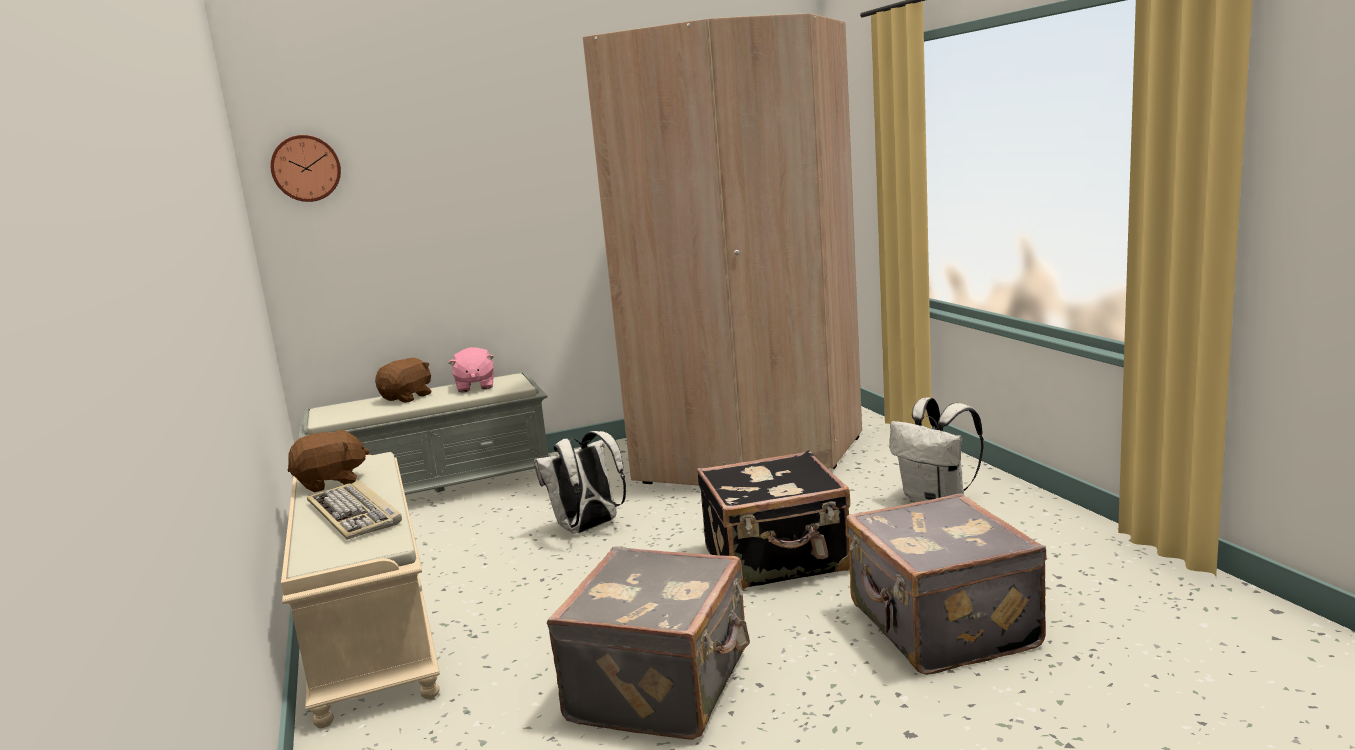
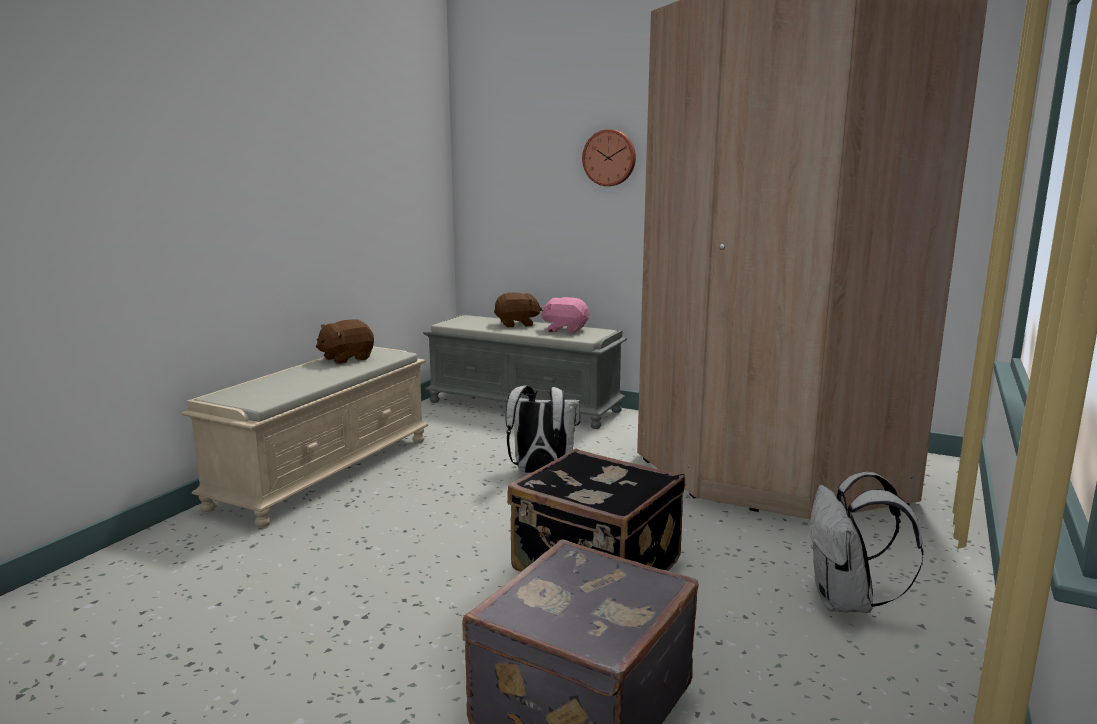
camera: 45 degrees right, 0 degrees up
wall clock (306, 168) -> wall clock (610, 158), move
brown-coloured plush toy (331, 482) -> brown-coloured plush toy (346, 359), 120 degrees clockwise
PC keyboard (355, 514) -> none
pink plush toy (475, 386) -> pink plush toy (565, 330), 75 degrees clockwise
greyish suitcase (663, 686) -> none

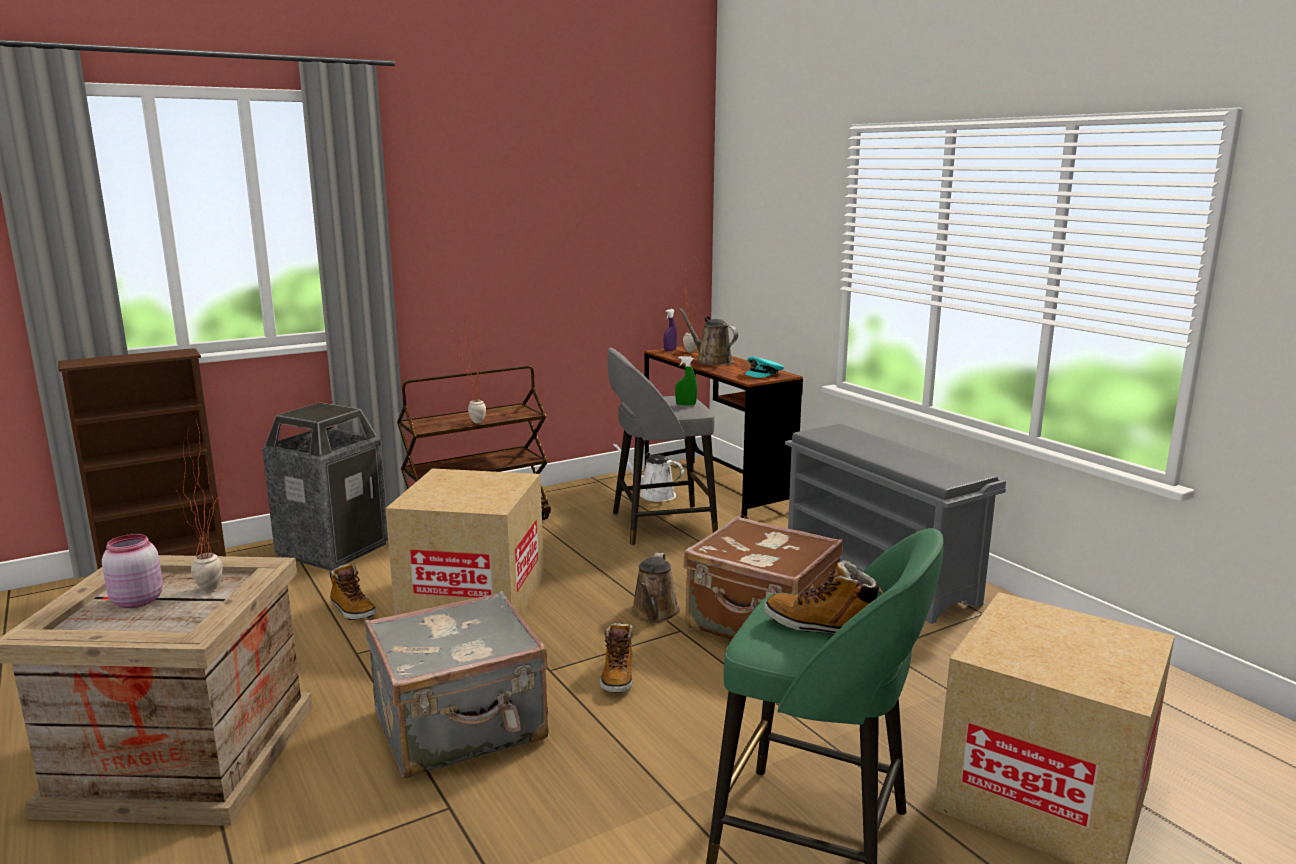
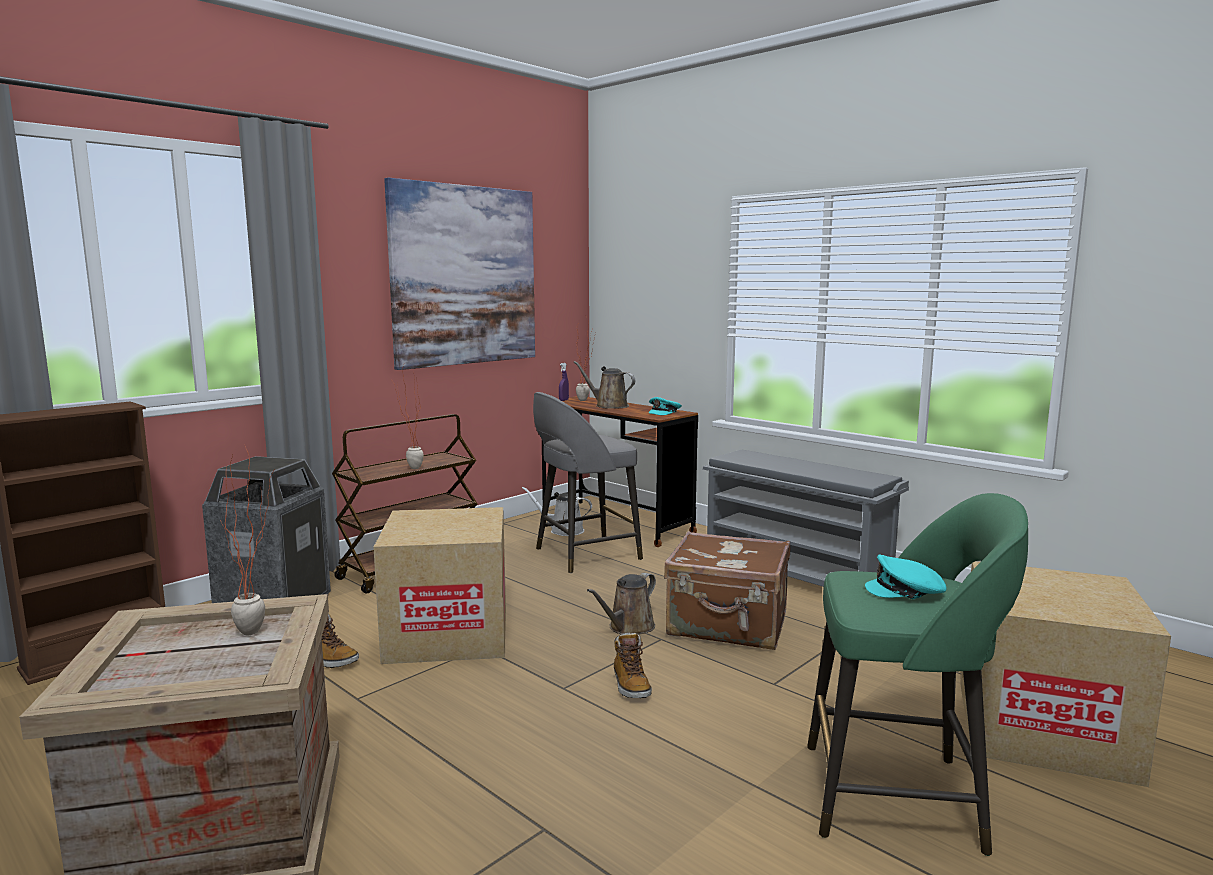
camera: 15 degrees left, 5 degrees down
pink storage jar (136, 601) -> none
greyish suitcase (461, 728) -> none
brown-coloured watering can (654, 614) -> brown-coloured watering can (628, 627), 45 degrees clockwise
green sprayer (686, 404) -> none
high-top boot (821, 627) -> turquoise-coloured baseball cap (906, 591)
none -> wall picture (464, 276)

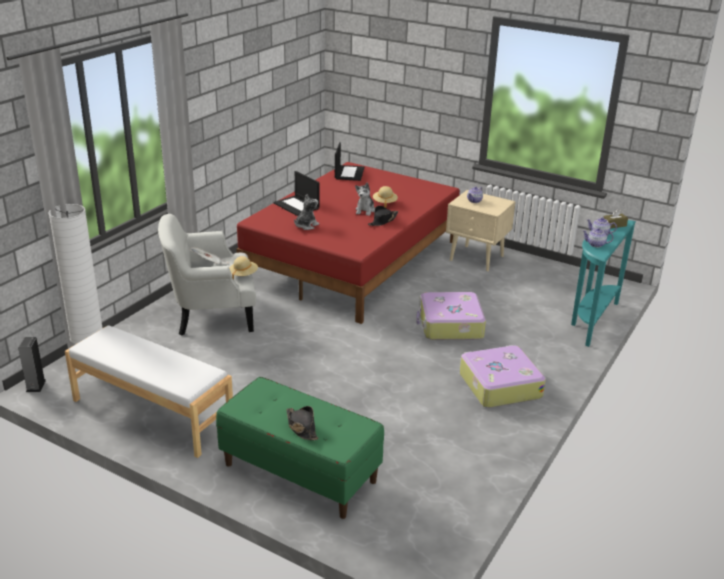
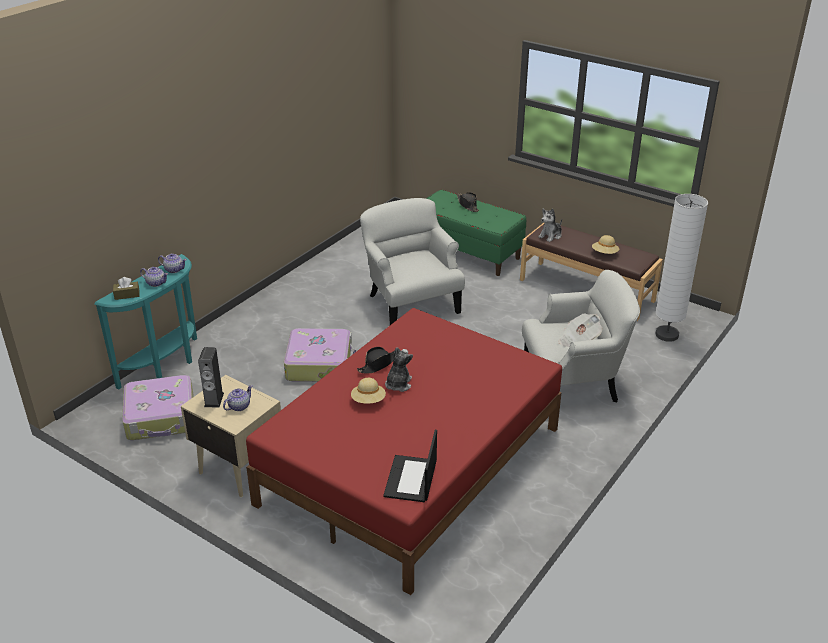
camera: 175 degrees left, 5 degrees up
loudspeaker (36, 385) -> loudspeaker (214, 400), move
whitish long seat (151, 414) -> brown-coloured long seat (586, 290)
beige-coloured clothing hat (243, 274) -> beige-coloured clothing hat (604, 253), move
laptop (297, 206) -> none
plush toy (306, 226) -> plush toy (550, 236), move
suitcase (499, 385) -> suitcase (161, 417), move
none -> whitish easy chair (411, 303)

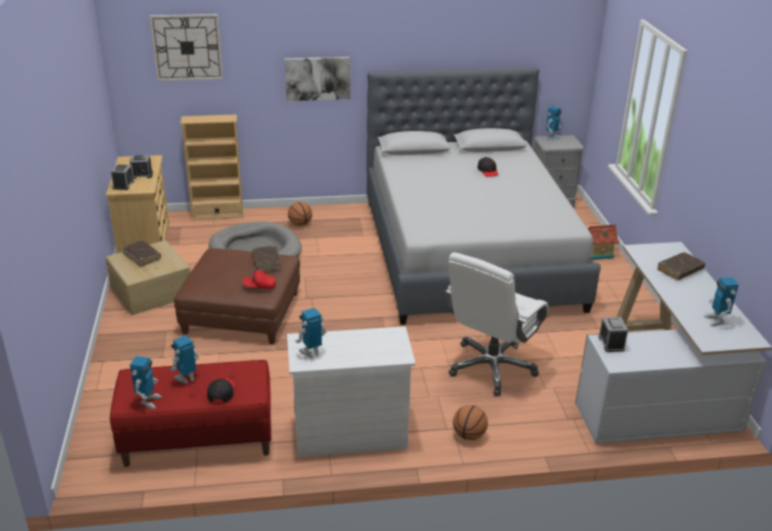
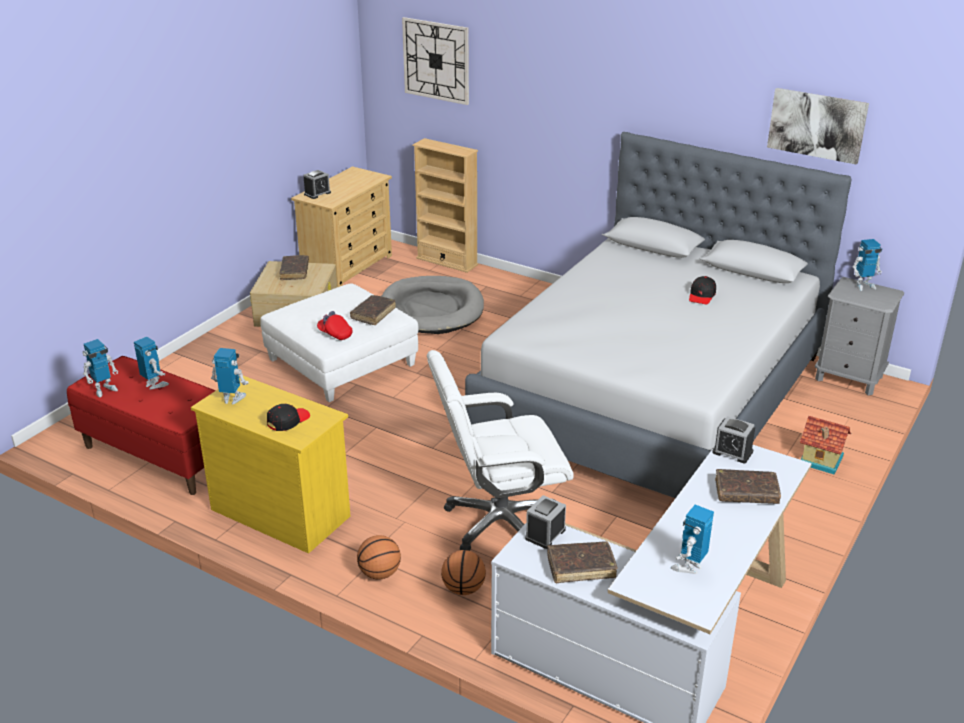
camera: 40 degrees right, 0 degrees up
table clock (142, 175) -> table clock (732, 452), move
robot figure (186, 378) -> robot figure (154, 385), 45 degrees clockwise
brown-coloured footrest (242, 313) -> whitish footrest (342, 362)
blackish baseball cap (221, 392) -> blackish baseball cap (288, 421), move
wall picture (317, 78) -> wall picture (817, 125), move
whitish chest of drawers (349, 433) -> yellow chest of drawers (280, 512)
basketball ball (300, 224) -> basketball ball (463, 589), move
none -> brown-coloured volume (581, 567)

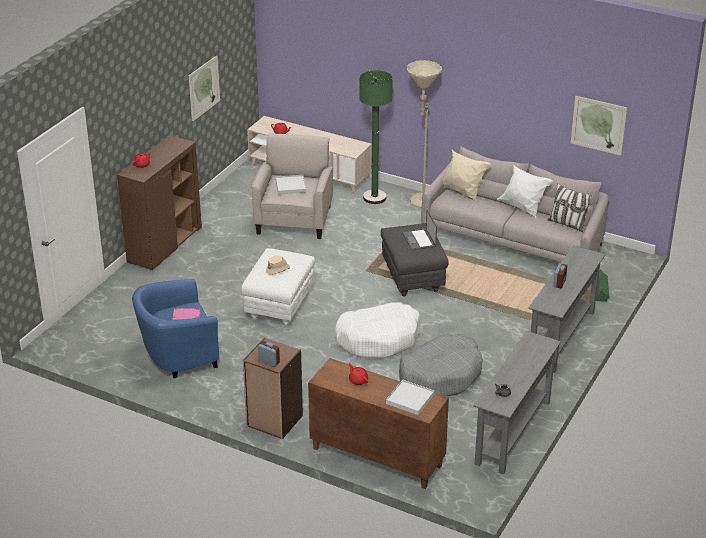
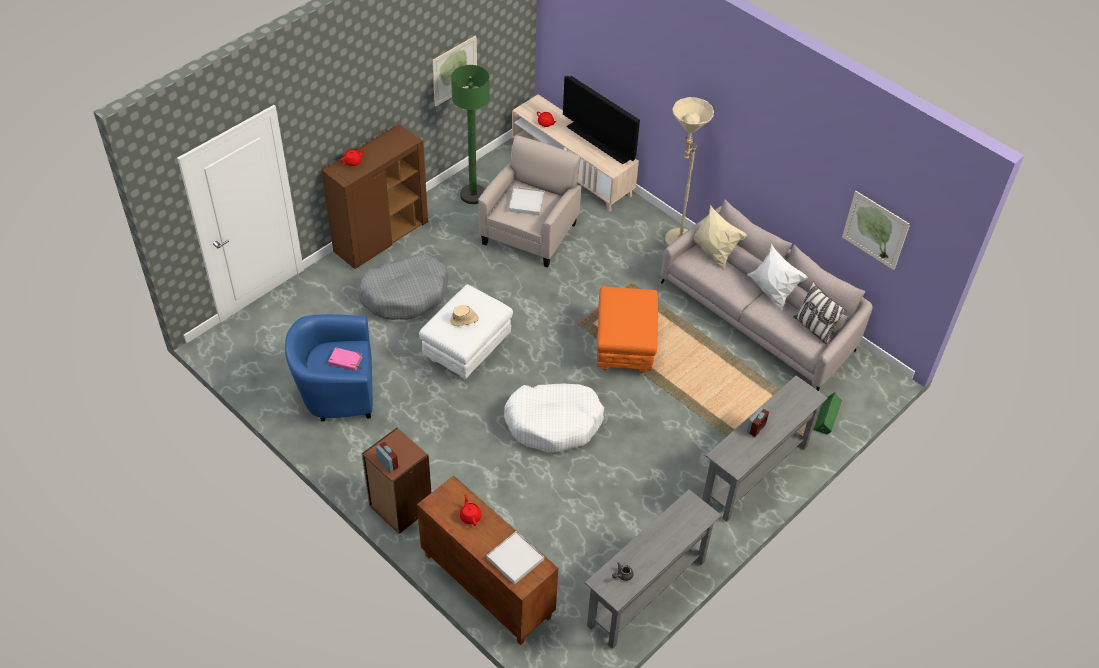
camera: 15 degrees right, 15 degrees up
green floor lamp (374, 198) -> green floor lamp (473, 195), move
greyish footrest (413, 279) -> orangey footrest (625, 348)
greyish dog bed (440, 375) -> greyish dog bed (405, 294), move
laptop (419, 240) -> none
none -> TV (599, 142)

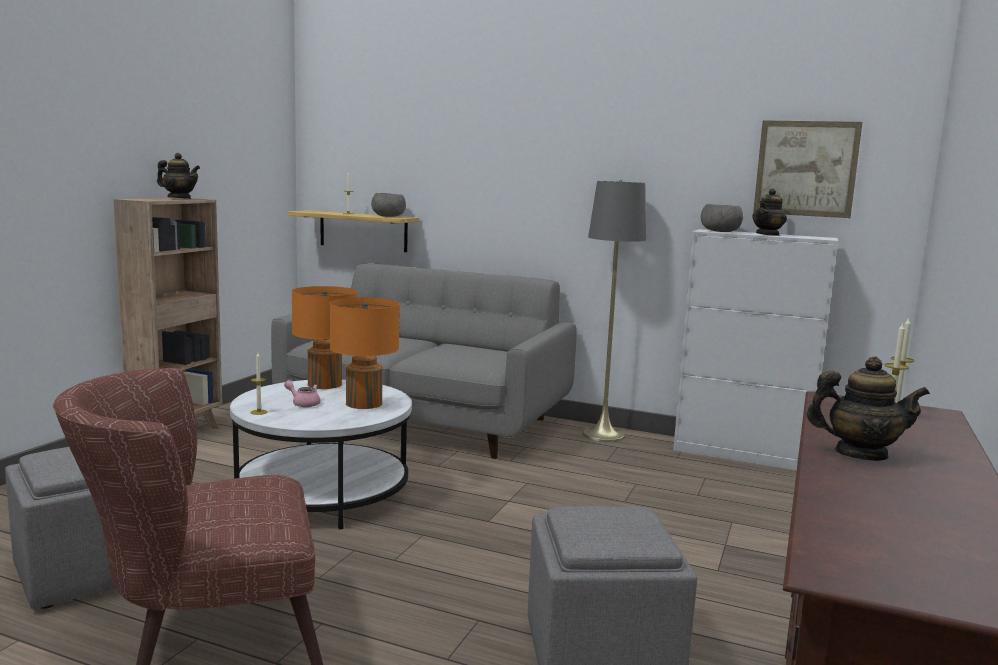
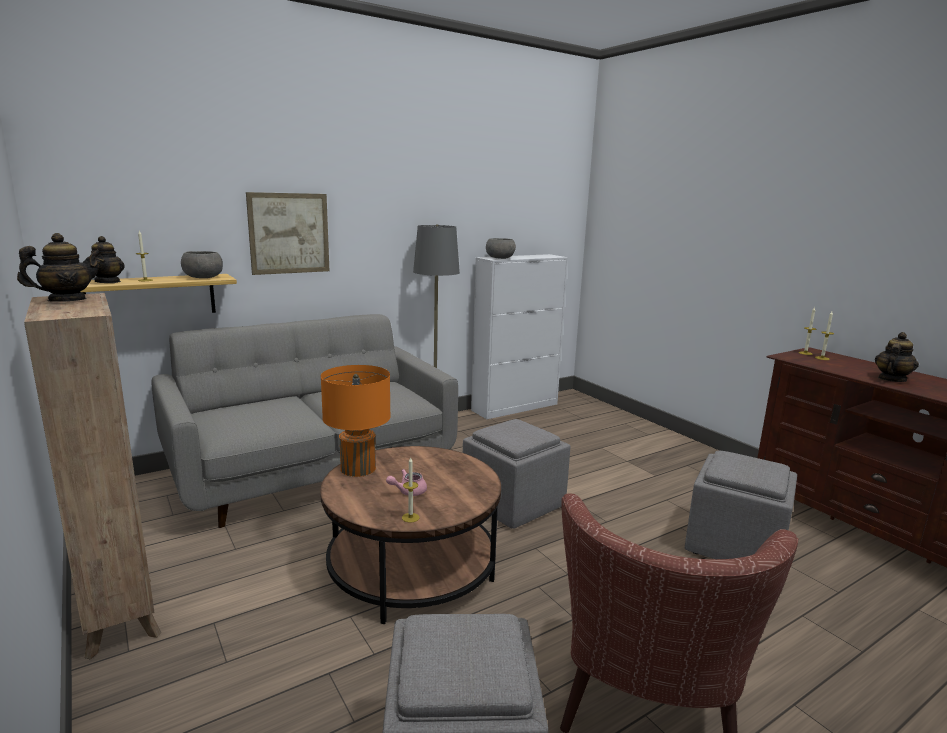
camera: 55 degrees left, 5 degrees up
whitish coffee table (323, 493) -> brown-coloured coffee table (412, 567)
orangey lamp for a table (364, 403) -> none
pot for tea (768, 234) -> pot for tea (108, 282), move
wall picture (806, 168) -> wall picture (289, 233), move
none -> greyish footrest (513, 503)

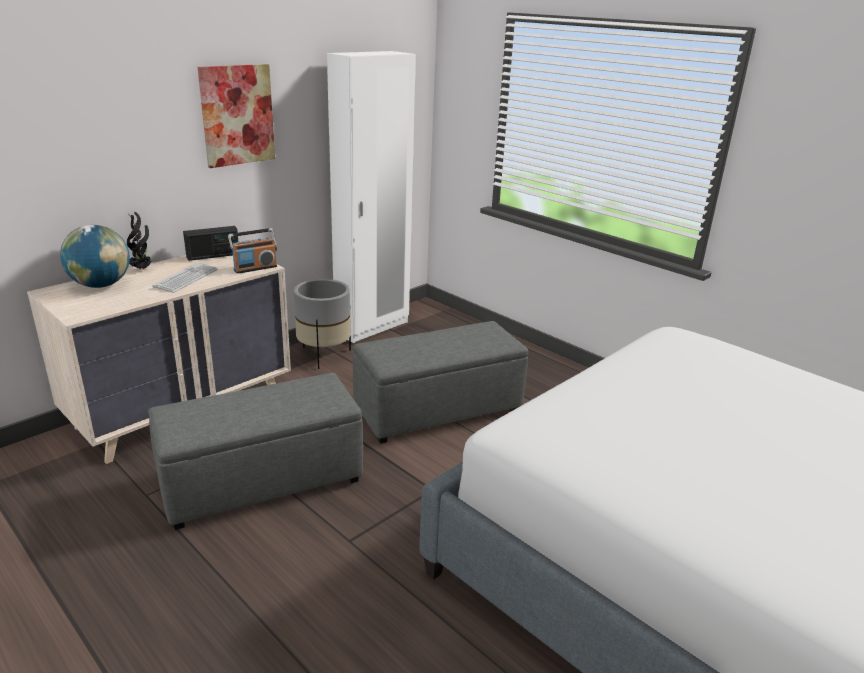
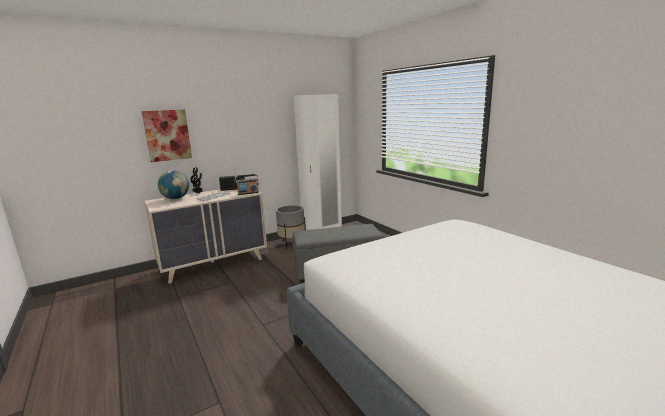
camera: 15 degrees right, 10 degrees down
greyish footrest (260, 482) -> none
wall picture (237, 115) -> wall picture (167, 135), move

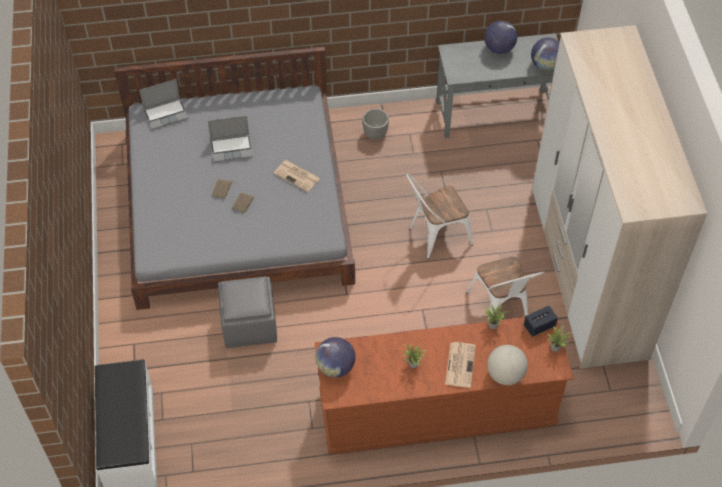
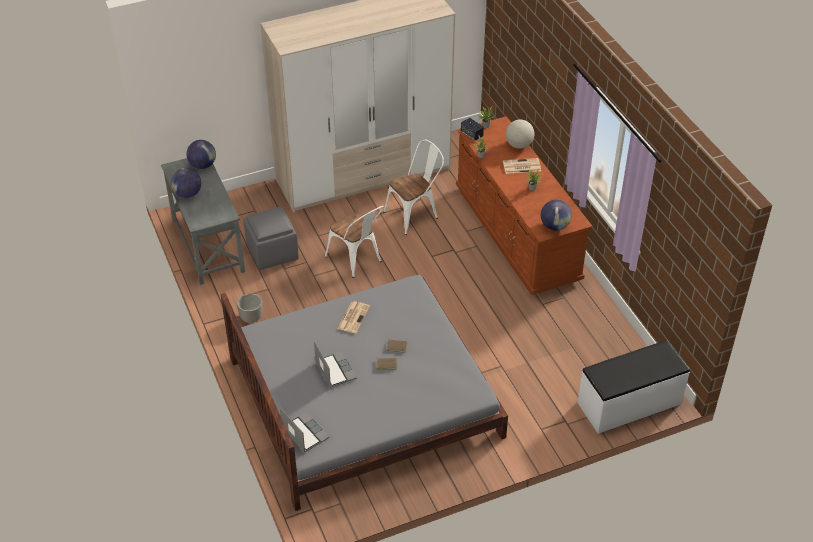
camera: 105 degrees left, 10 degrees down
greyish footrest (250, 324) -> greyish footrest (272, 252), move

